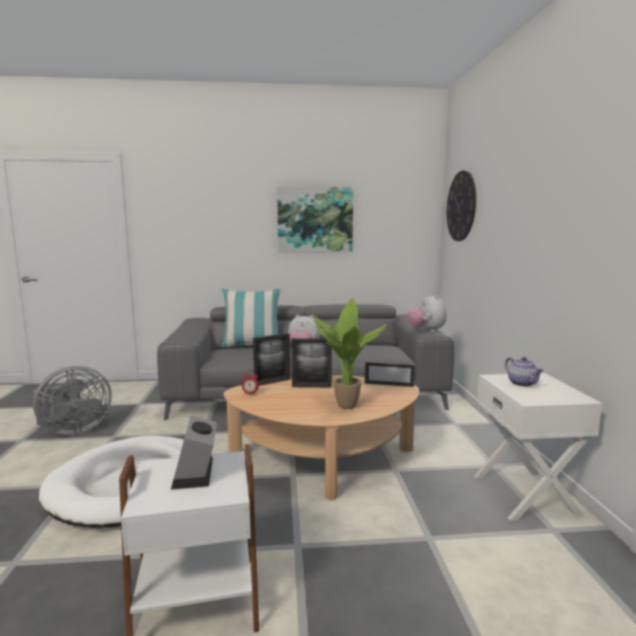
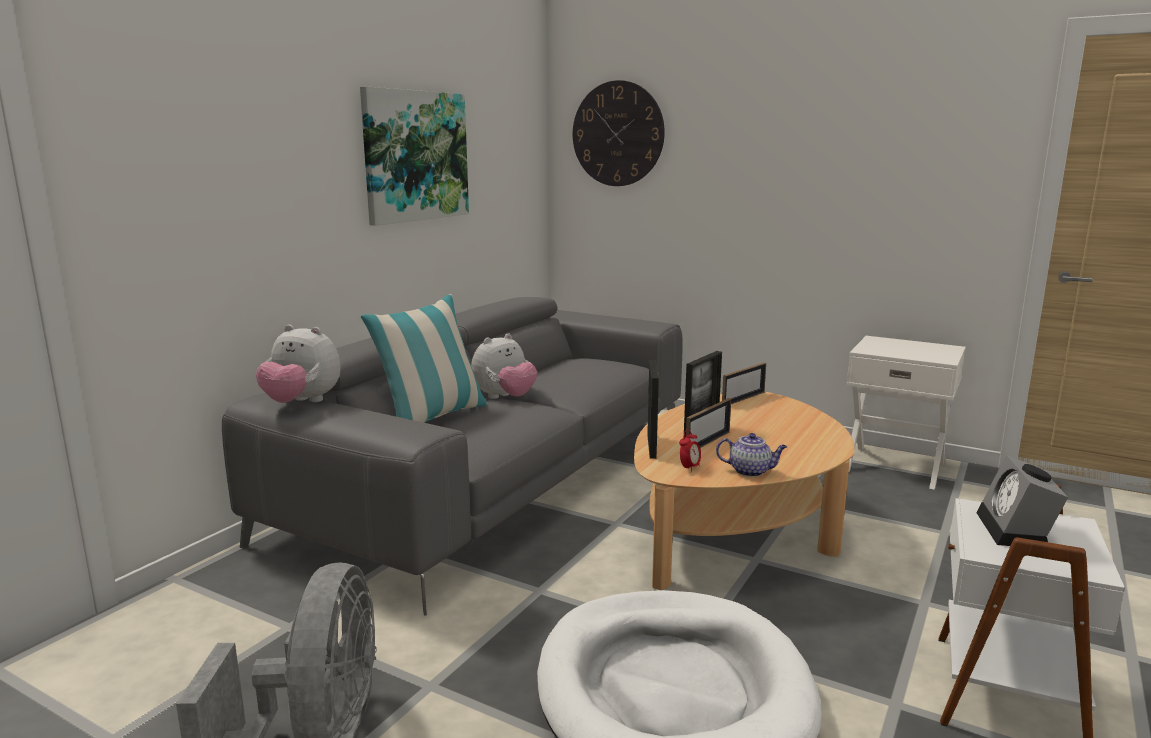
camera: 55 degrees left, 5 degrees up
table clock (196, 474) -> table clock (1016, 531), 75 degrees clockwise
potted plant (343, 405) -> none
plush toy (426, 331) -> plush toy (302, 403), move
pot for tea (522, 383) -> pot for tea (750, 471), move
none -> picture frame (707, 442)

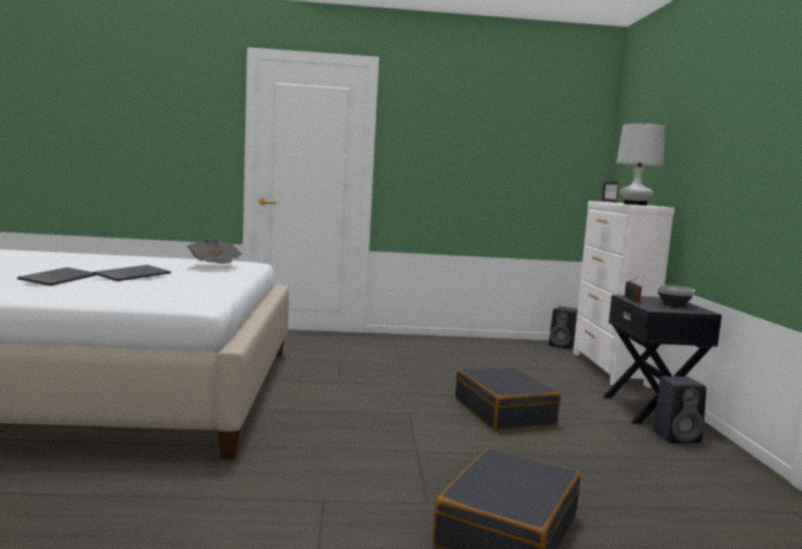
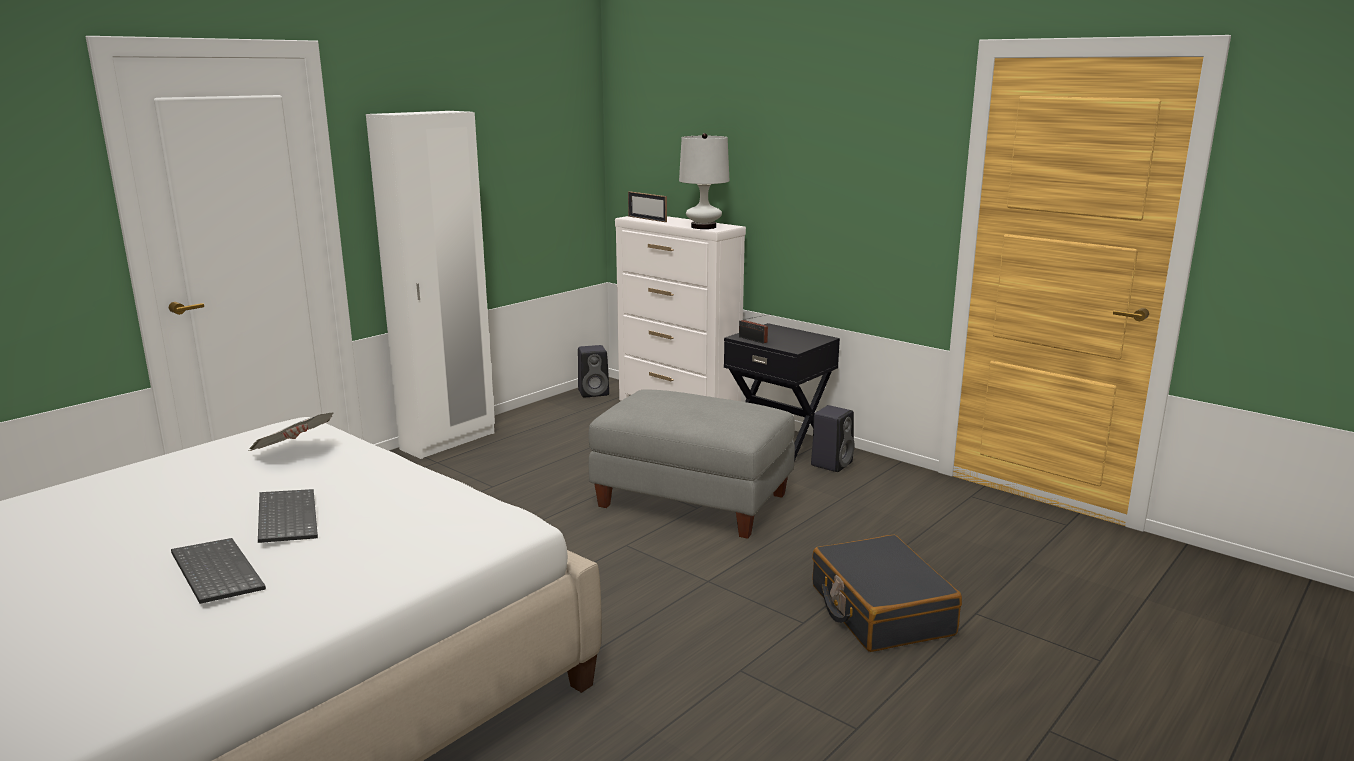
camera: 45 degrees left, 10 degrees up
blackish suitcase (504, 411) -> greyish footrest (691, 500)
bowl (673, 304) -> none
none -> whitish armoire (448, 441)

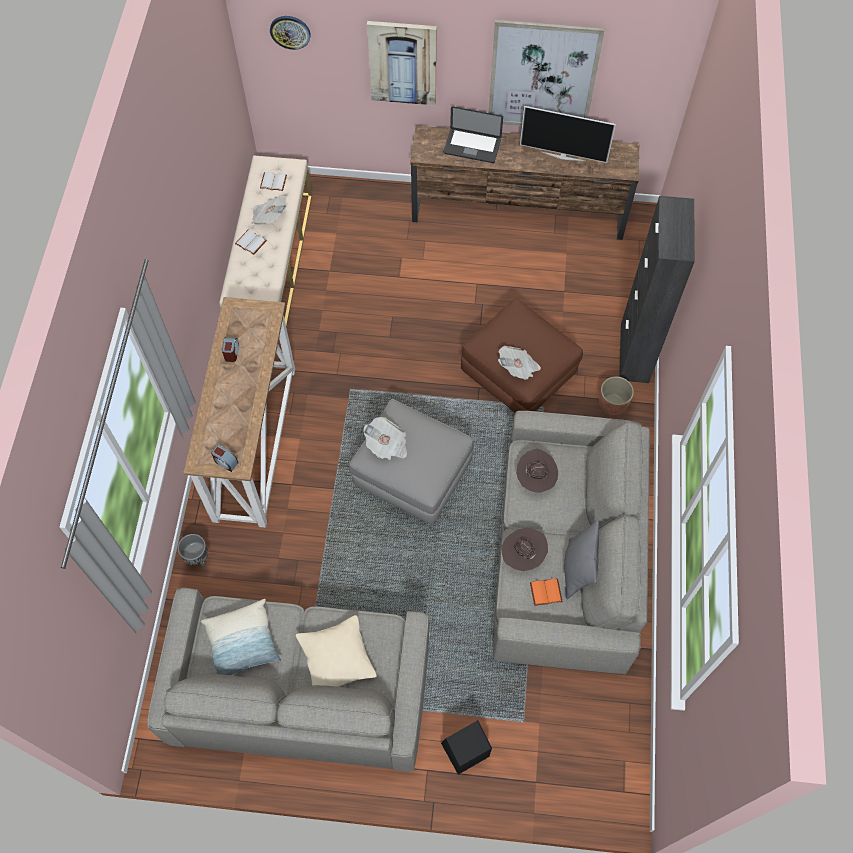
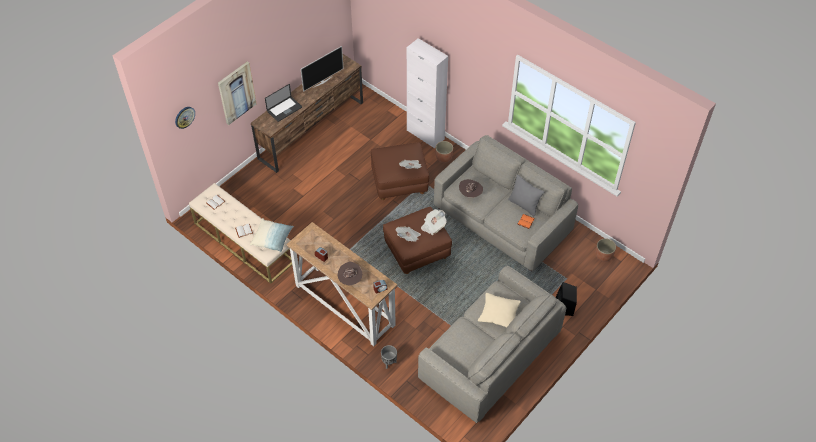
camera: 55 degrees left, 10 degrees down
cushion (243, 643) -> cushion (272, 239), move
printed paper (269, 217) -> printed paper (433, 226), move
greyish footrest (412, 476) -> brown-coloured footrest (417, 252)
wall picture (542, 76) -> none
brown-coloured clothing hat (523, 555) -> brown-coloured clothing hat (350, 280), move
blackish storage cabinet (634, 353) -> whitish storage cabinet (425, 134)
none -> flower pot (603, 255)

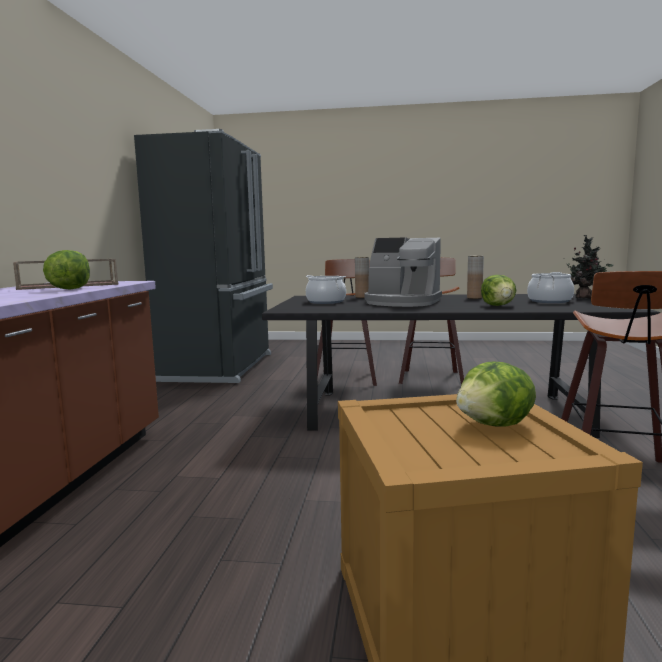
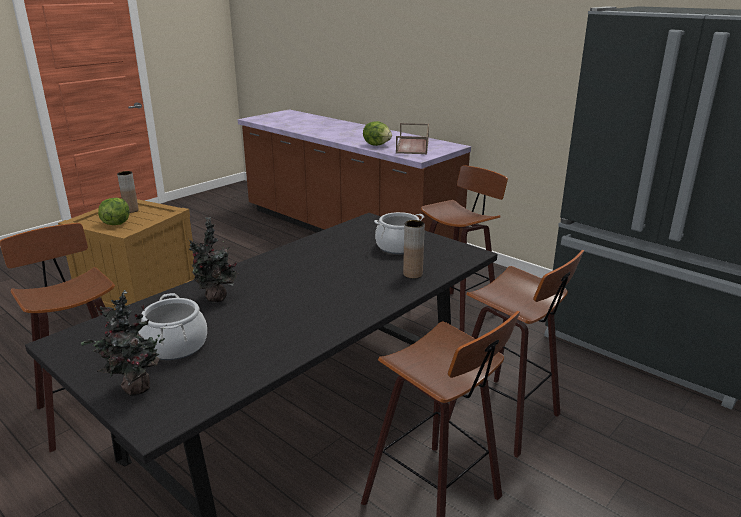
camera: 125 degrees right, 15 degrees up
coffee maker (402, 302) -> none
brown-coloured flower vase (474, 298) -> brown-coloured flower vase (131, 210), move
lettuce (498, 305) -> potted plant (216, 299)
none -> sitting stool (455, 311)

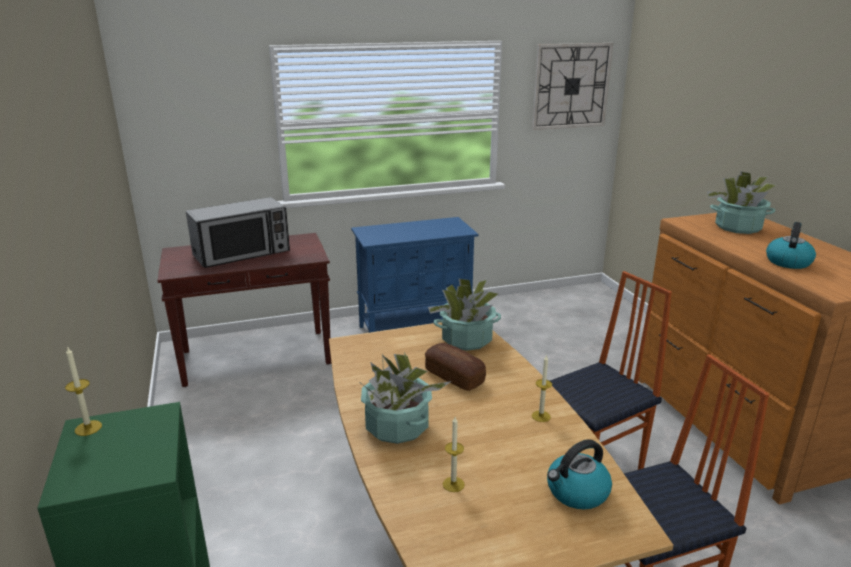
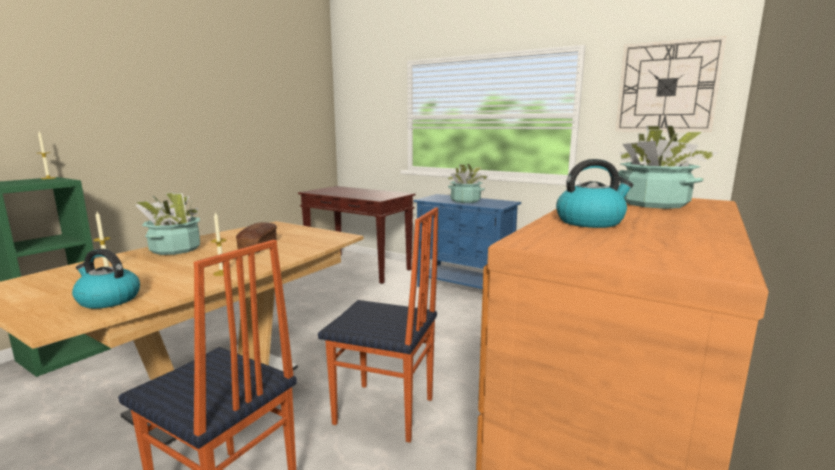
camera: 50 degrees right, 10 degrees down
kitchen microwave (242, 254) -> none
potted plant (467, 339) -> potted plant (465, 201), move

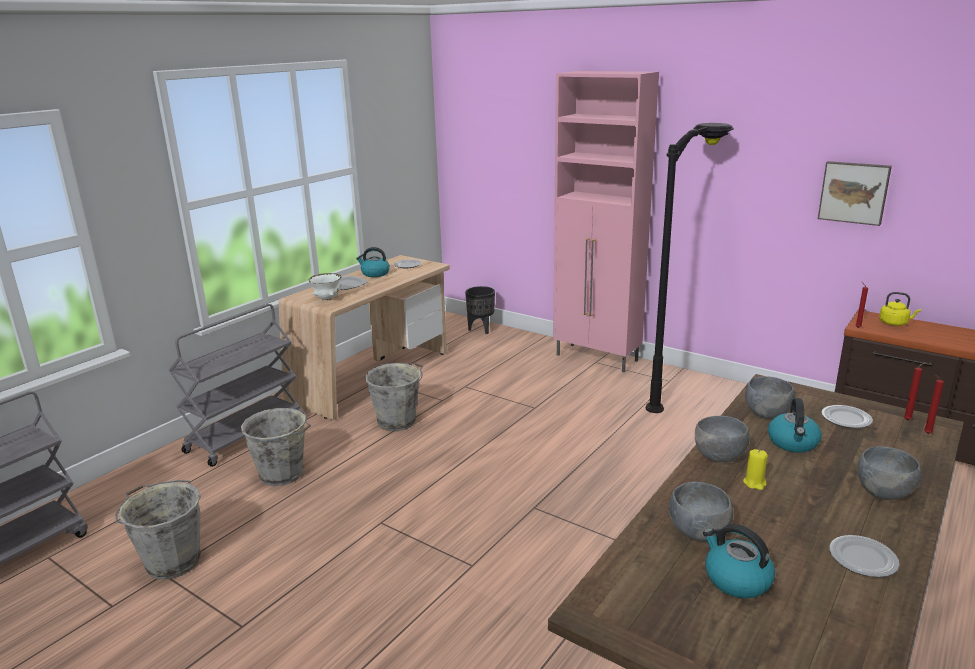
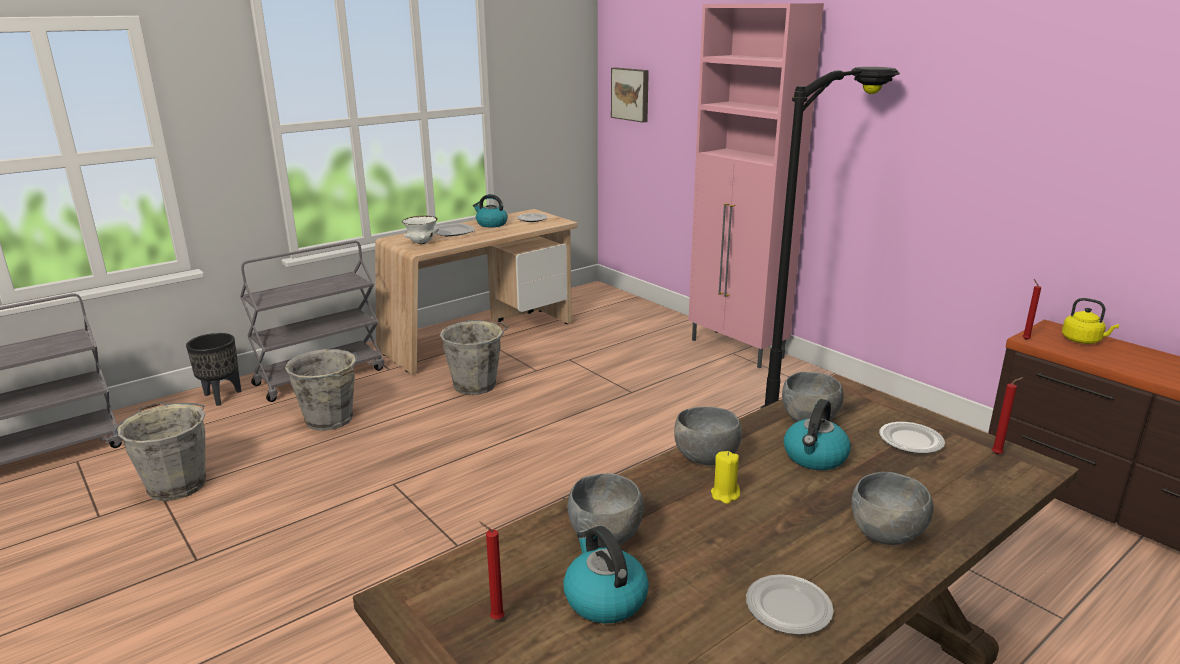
camera: 15 degrees right, 0 degrees up
blackish flower pot (481, 330) -> blackish flower pot (221, 397), move
wall picture (854, 192) -> wall picture (631, 94), move
reddish wax light (926, 433) -> reddish wax light (495, 618), move

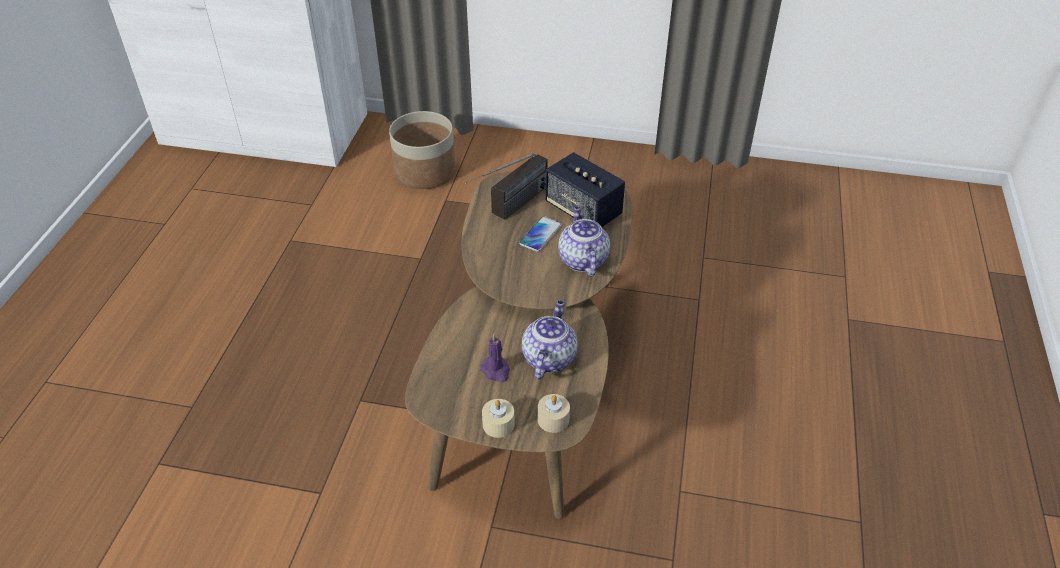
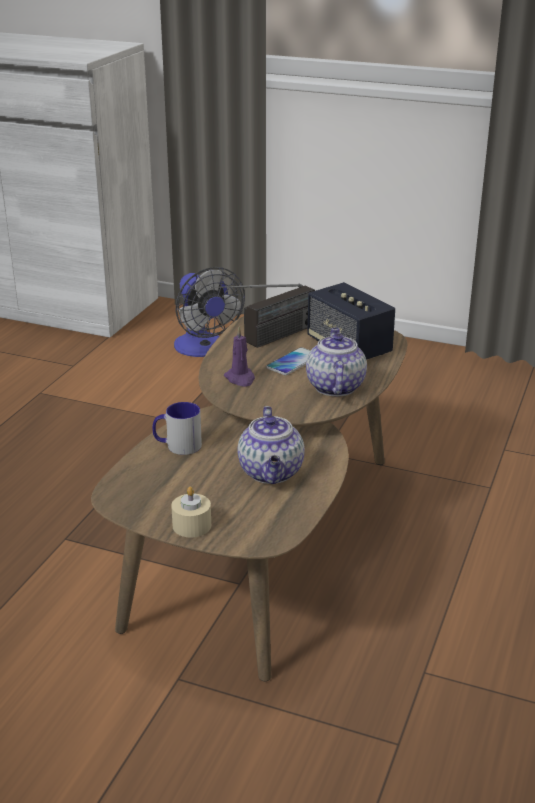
camera: 10 degrees right, 15 degrees down
flower pot (425, 172) -> fan (204, 349)
purplish wax light (496, 371) -> purplish wax light (240, 379), move
pot for tea (548, 357) -> pot for tea (272, 473), 150 degrees clockwise
beige-coloured wax light (553, 419) -> none
none -> tea mug (177, 446)

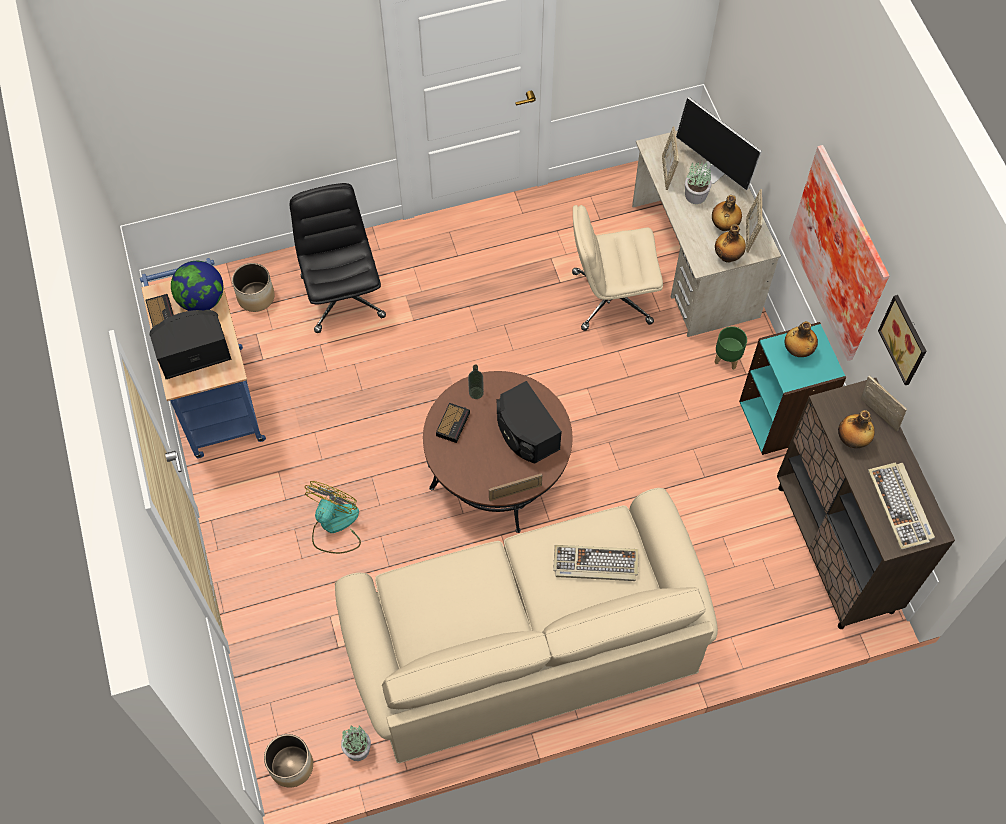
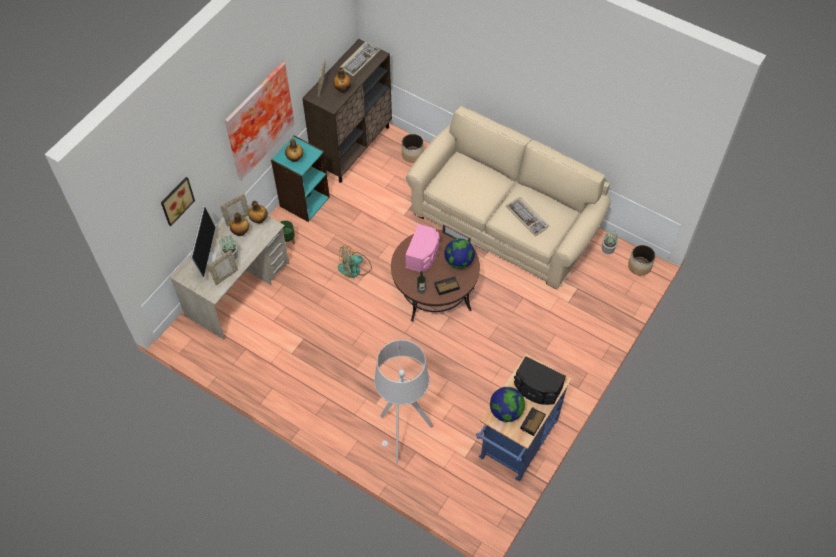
camera: 130 degrees left, 5 degrees down
flower pot (256, 297) -> flower pot (412, 154), move
blackish office chair (342, 295) -> greyish floor lamp (403, 434)
fan (334, 526) -> fan (354, 268), move
blackish loudspeaker (525, 433) -> pink loudspeaker (423, 255)
PC keyboard (595, 564) -> PC keyboard (527, 217), move
beige-coloured office chair (611, 298) -> none
wall picture (906, 339) -> wall picture (176, 200), move
none -> globe (459, 261)

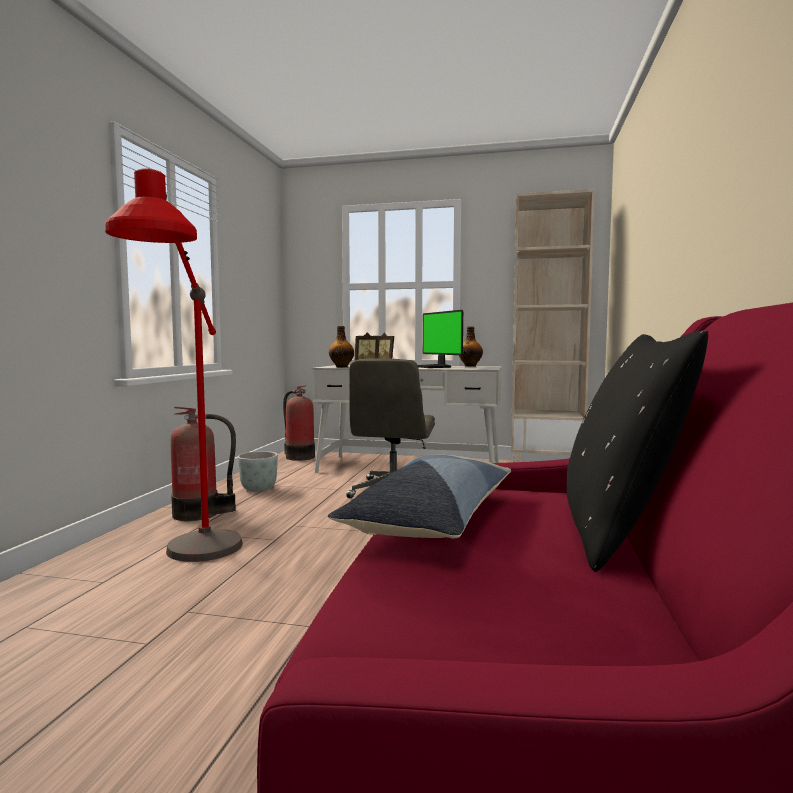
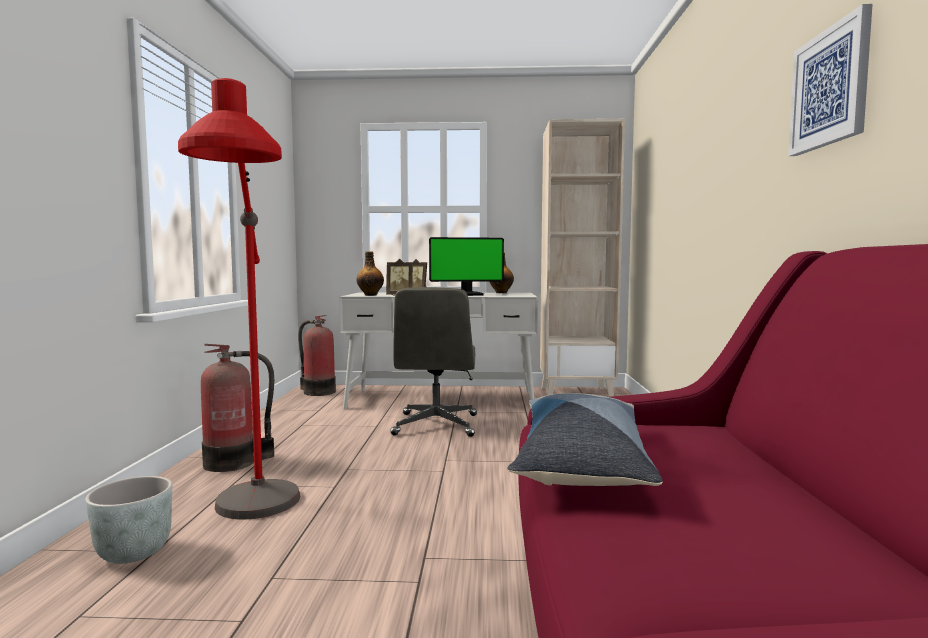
camera: 10 degrees left, 0 degrees up
greyish flower pot (258, 489) -> greyish flower pot (134, 553), move
computer display (434, 367) -> computer display (468, 294), 60 degrees counterclockwise
blackish cushion (617, 532) -> none
none -> wall picture (830, 88)

